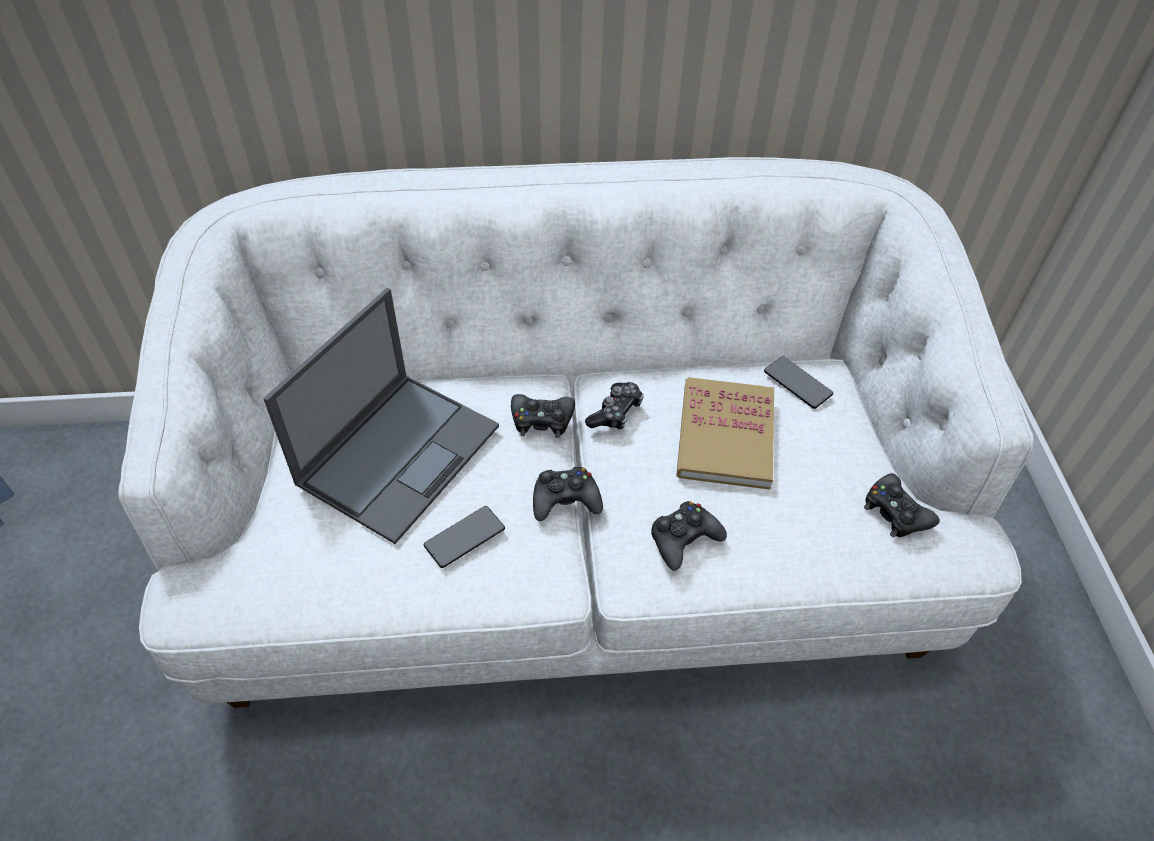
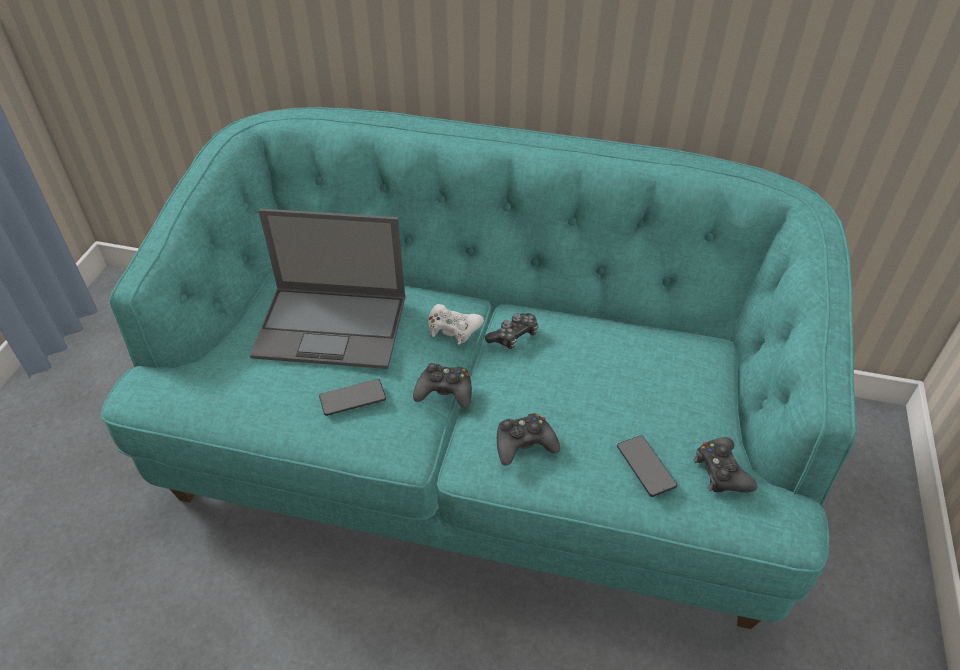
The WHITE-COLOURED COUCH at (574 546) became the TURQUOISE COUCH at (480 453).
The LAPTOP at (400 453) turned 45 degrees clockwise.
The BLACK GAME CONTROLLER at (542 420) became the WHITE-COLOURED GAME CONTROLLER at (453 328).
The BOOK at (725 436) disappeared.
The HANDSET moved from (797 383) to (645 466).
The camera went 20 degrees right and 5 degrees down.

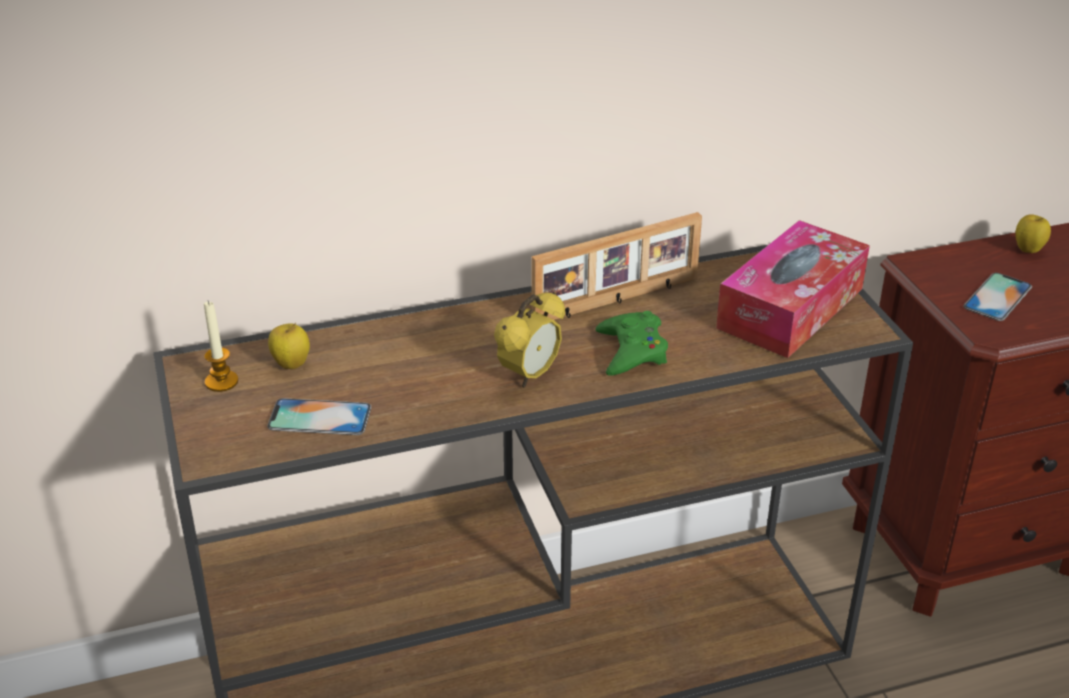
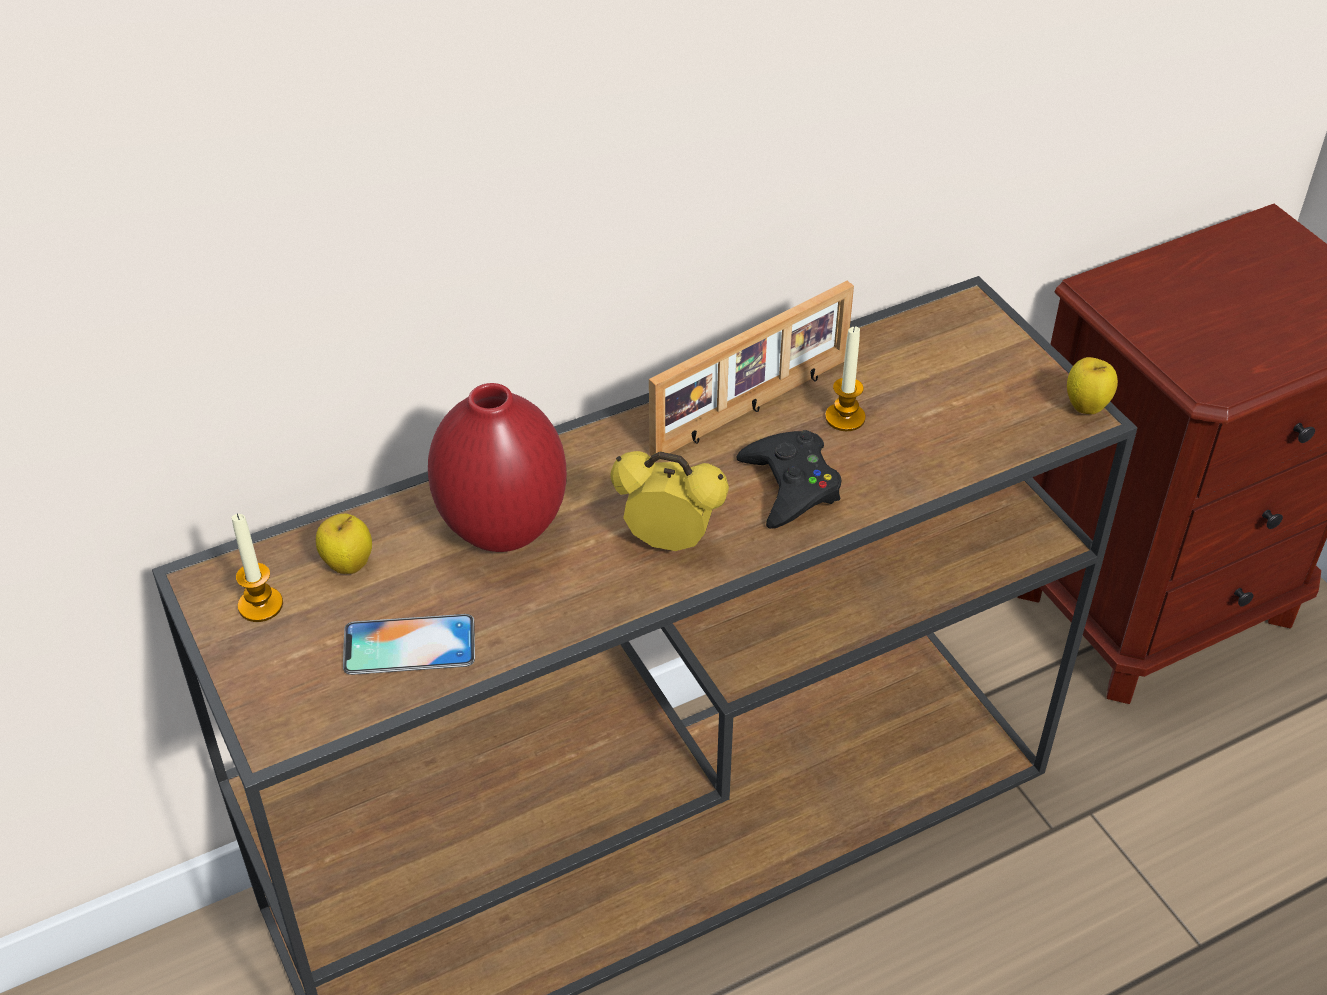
The TABLE CLOCK at (530 376) turned 105 degrees counterclockwise.
The GREEN GAME CONTROLLER at (631 351) became the BLACK GAME CONTROLLER at (790 486).
The TISSUE BOX at (790 308) disappeared.
The HANDSET at (997 297) disappeared.
The APPLE FRUIT moved from (1028 250) to (1086 407).
The RED DECORATIVE VASE at (502 532) appeared.
The WAX CANDLE at (845 418) appeared.
The camera went 10 degrees left and 10 degrees up.

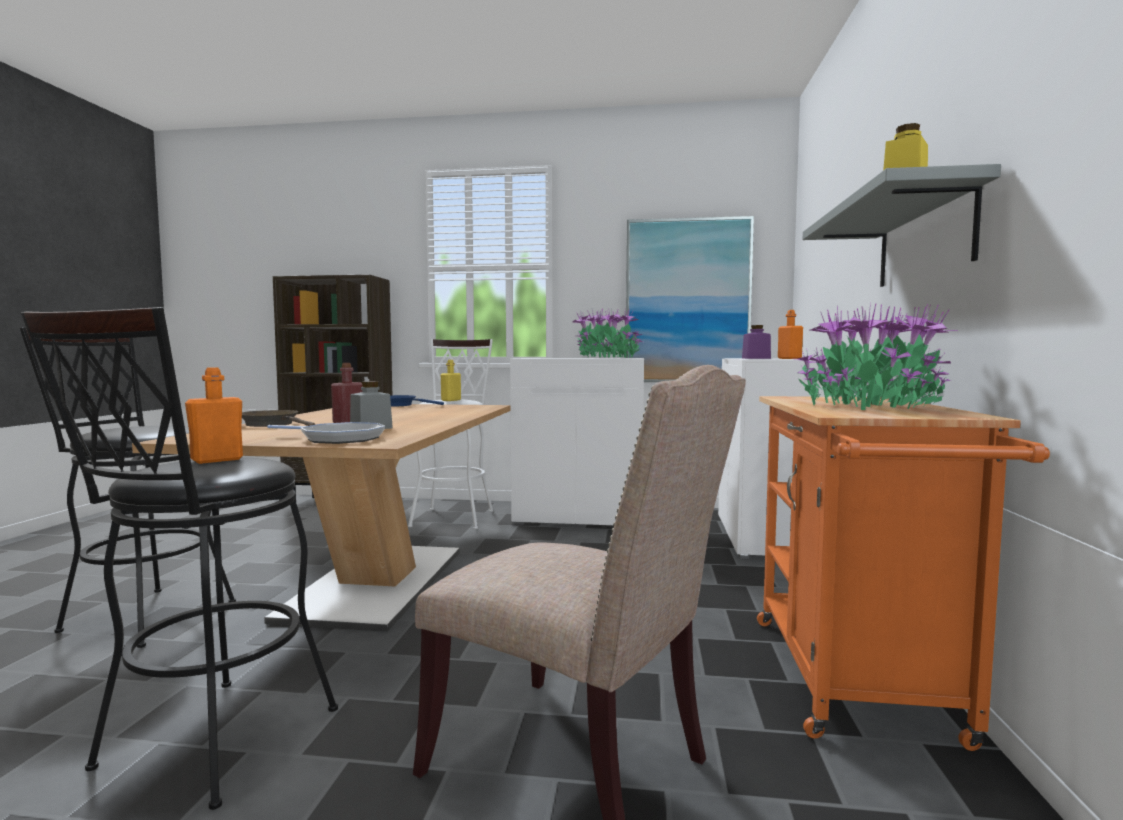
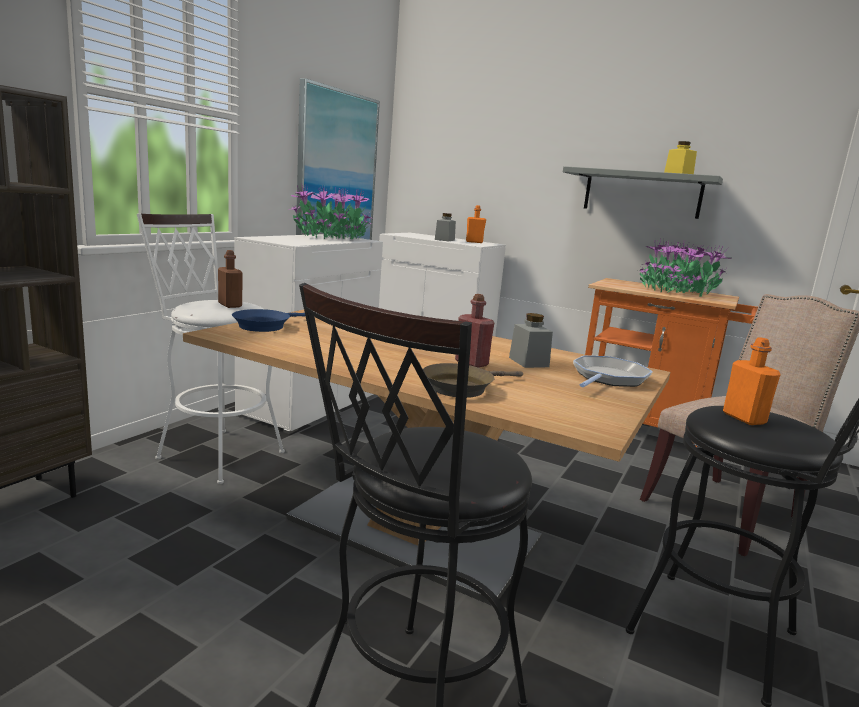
The YELLOWISH BEVERAGE BOTTLE at (451 400) became the BROWN-COLOURED BEVERAGE BOTTLE at (230 305).
The PURPLE-COLOURED JAR at (756 358) became the GREYISH JAR at (444 240).
The camera went 70 degrees left and 10 degrees up.

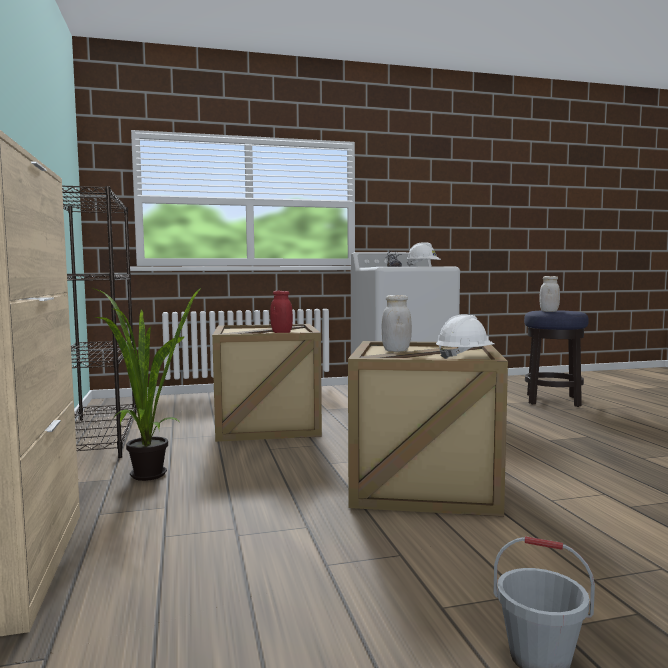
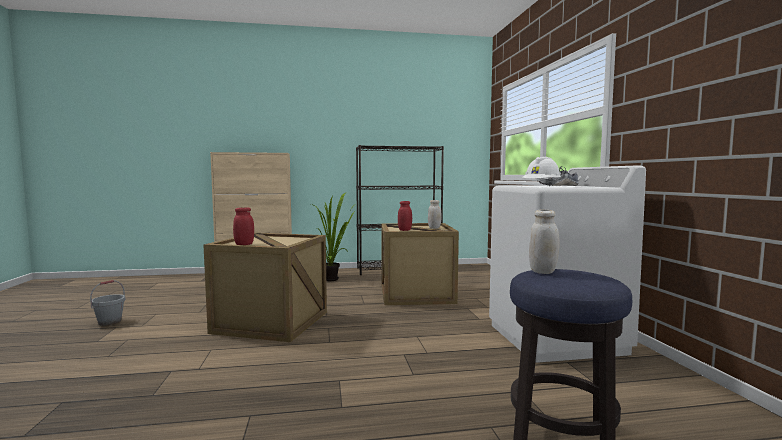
The WHITE-COLOURED JAR moved from (396 350) to (434 228).
The WHITE-COLOURED SAFETY HELMET at (464 357) was replaced by the RED JAR at (244 244).
The camera went 95 degrees right and 0 degrees up.

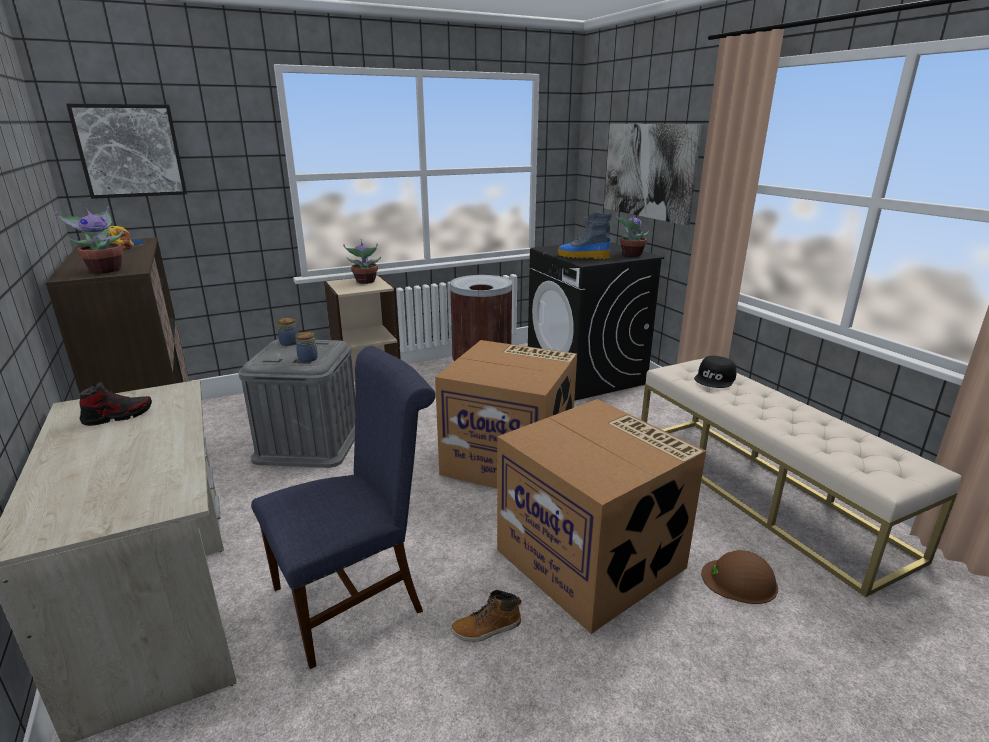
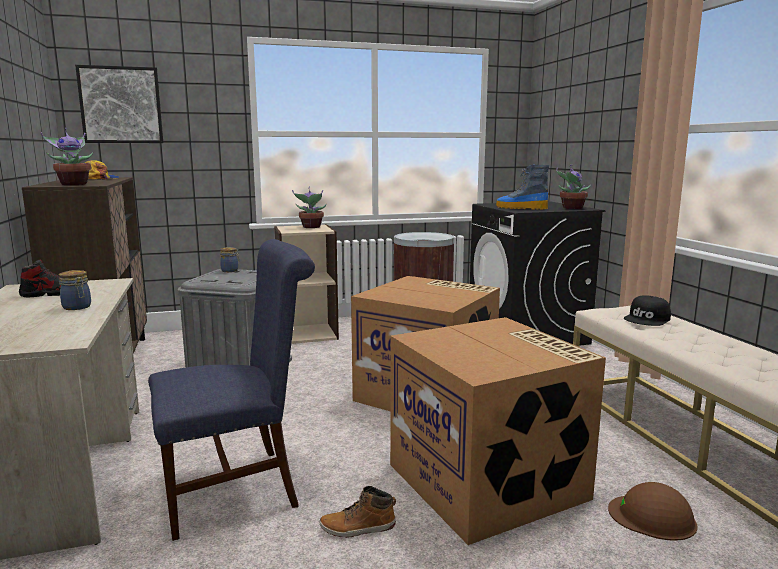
The JAR moved from (308 359) to (77 307).
The PICTURE at (648 171) disappeared.
The camera went 10 degrees right and 10 degrees down.

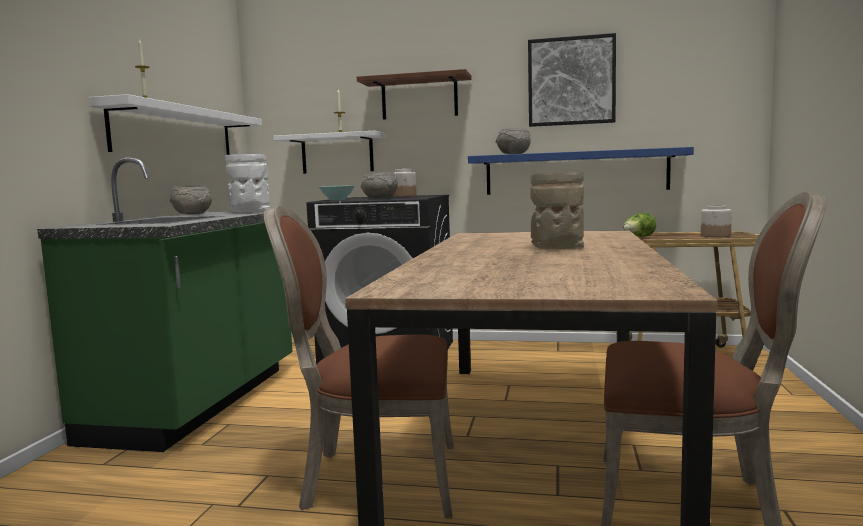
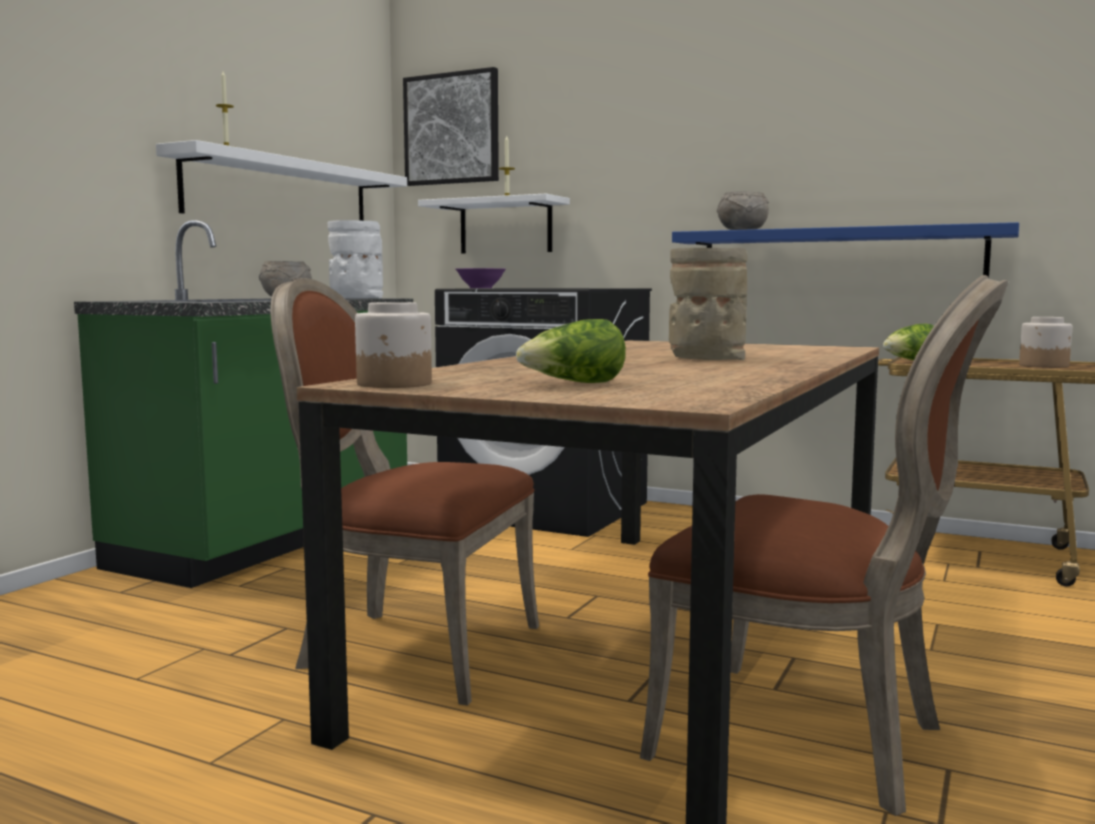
The TURQUOISE BOWL at (337 199) became the PURPLE-COLOURED BOWL at (480 288).
The BROWN-COLOURED BRACKET SHELF at (419 98) disappeared.
The GREYISH BOWL at (380 198) disappeared.
The JAR moved from (404 196) to (395 384).
The PICTURE moved from (571 81) to (452 129).
The LETTUCE HEAD at (574 384) appeared.
The camera went 15 degrees right and 0 degrees up.

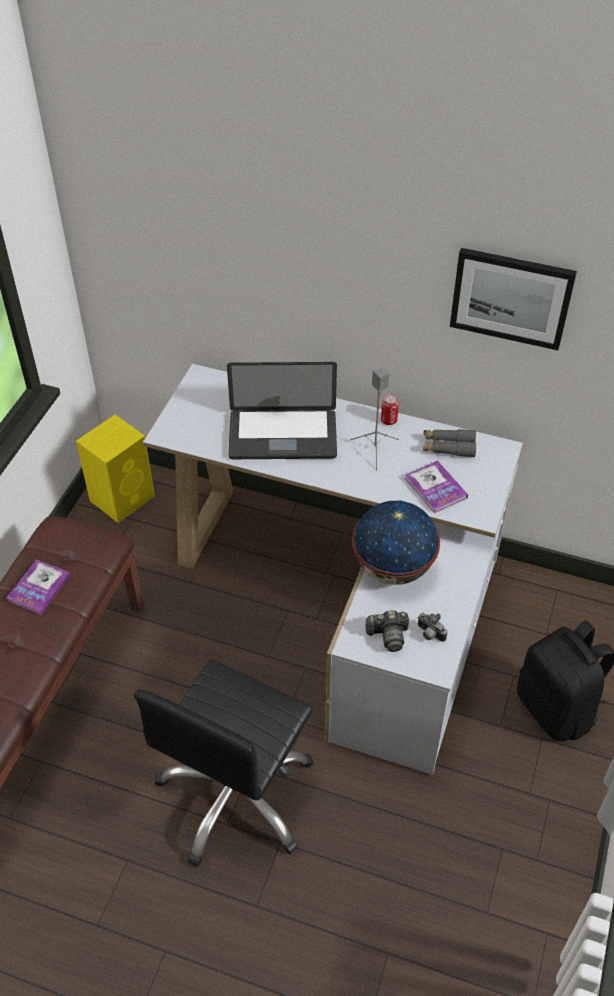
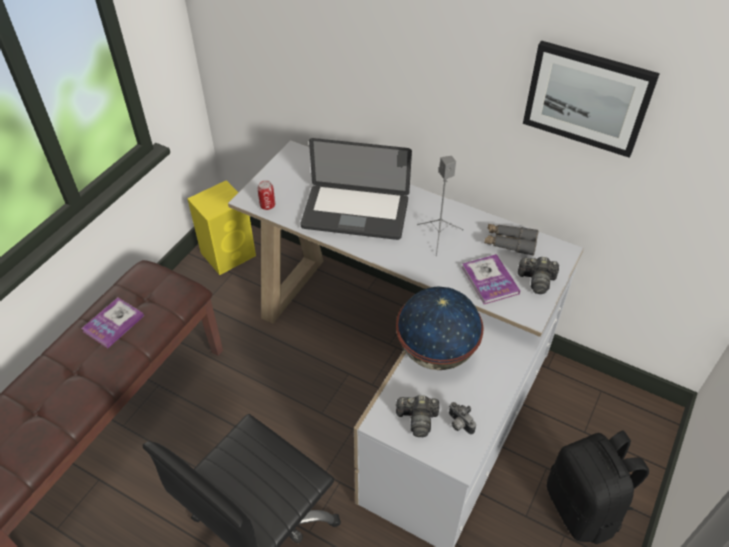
The SEALED CAN moved from (388 420) to (267 205).
The STILL CAMERA at (536 281) appeared.
The camera went 10 degrees right and 0 degrees up.

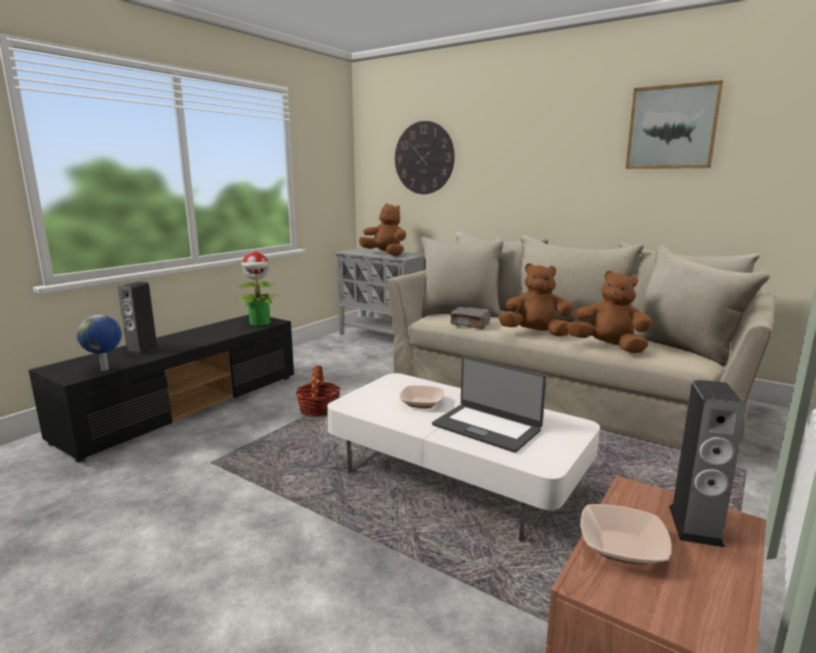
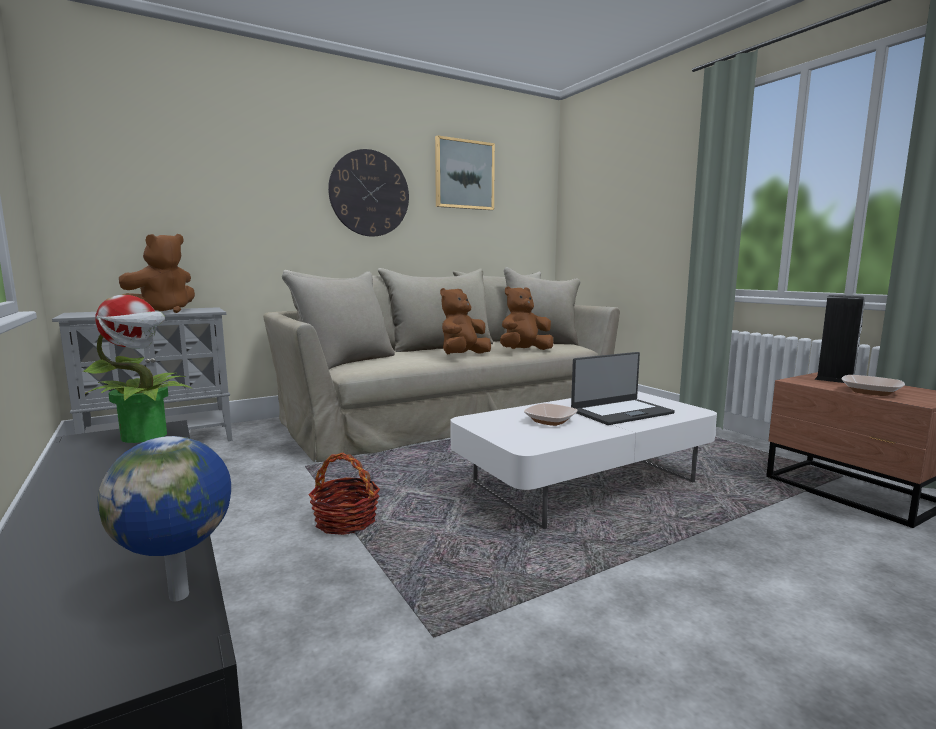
The SPEAKER at (142 350) disappeared.
The BROWN-COLOURED PLUSH TOY at (385 254) turned 150 degrees clockwise.
The WALL CLOCK moved from (424 158) to (369 193).
The GREYISH BOOK at (470 324) disappeared.
The camera went 65 degrees left and 5 degrees down.

